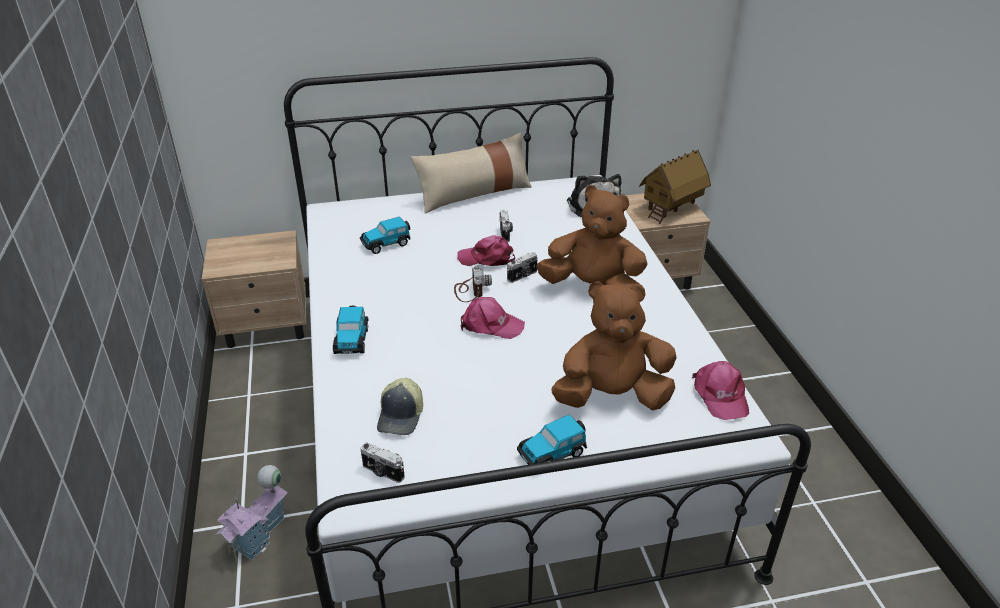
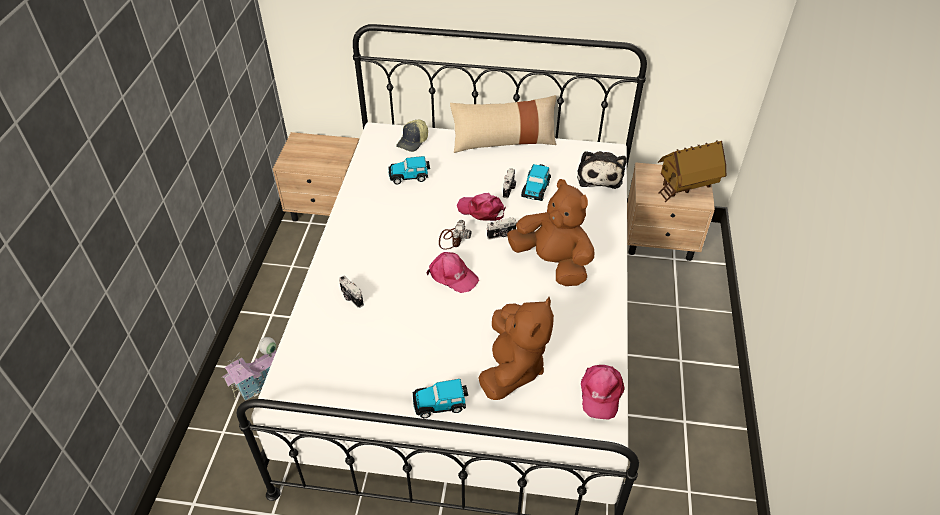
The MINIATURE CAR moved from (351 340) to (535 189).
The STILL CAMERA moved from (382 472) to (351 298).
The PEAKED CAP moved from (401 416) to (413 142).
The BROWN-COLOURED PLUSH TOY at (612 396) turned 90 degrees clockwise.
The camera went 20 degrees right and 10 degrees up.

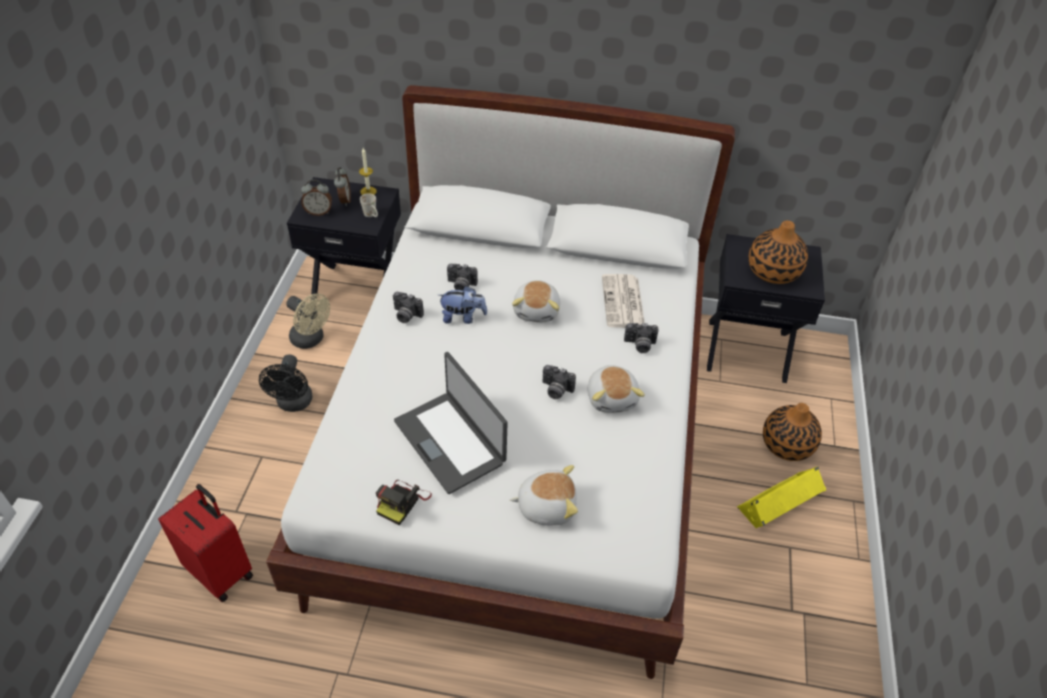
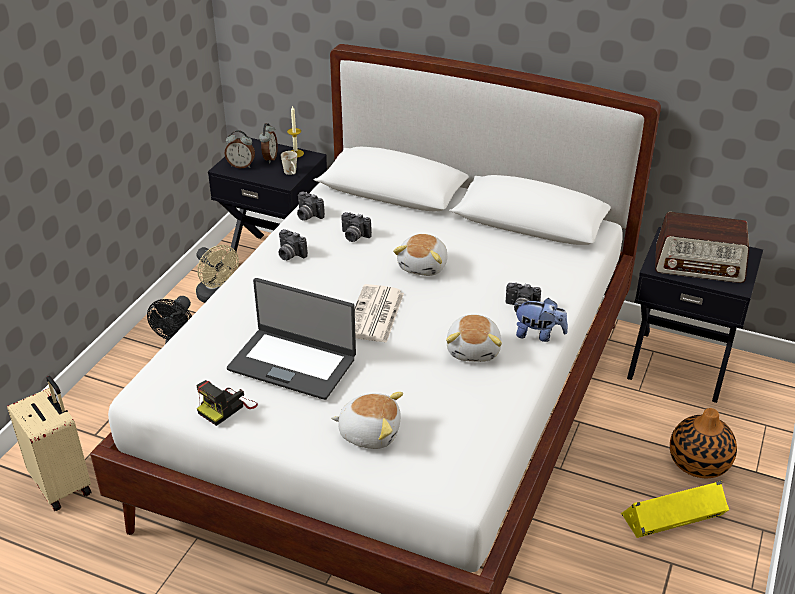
The RED TRAVEL CASE at (221 571) became the BEIGE-COLOURED TRAVEL CASE at (63 484).
The LAPTOP at (450 441) turned 45 degrees counterclockwise.
The PLUSH TOY moved from (463 317) to (538 335).
The STILL CAMERA moved from (555 390) to (307 216).
The DAILY PAPER moved from (623 302) to (375 315).
The DECORATIVE VASE at (773 271) was replaced by the RADIO at (699 265).
The camera went 15 degrees right and 10 degrees down.

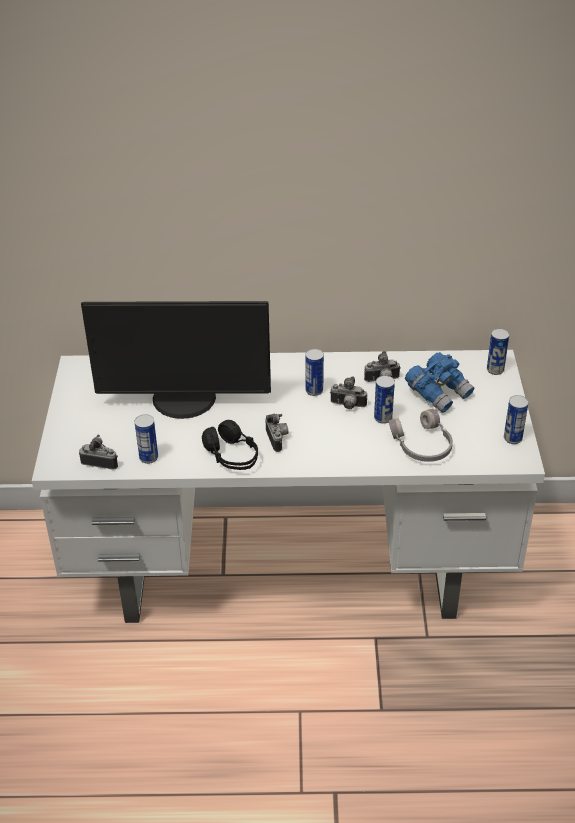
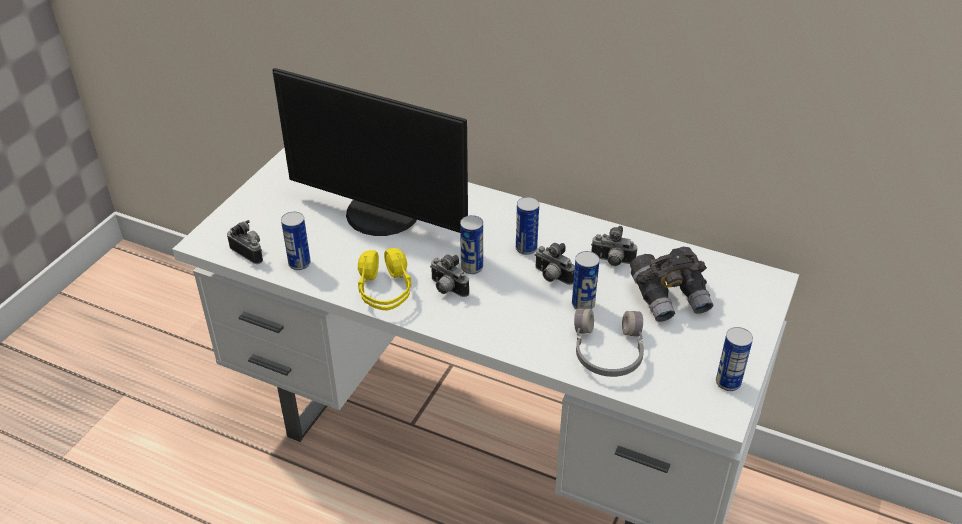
The BLACK PAIR OF HEADPHONES at (232 456) became the YELLOWISH PAIR OF HEADPHONES at (385 291).
The STILL CAMERA at (277 439) turned 120 degrees clockwise.
The BLUE-COLOURED FIELD GLASSES at (438 393) became the GREYISH FIELD GLASSES at (670 297).
The SEALED CAN moved from (495 370) to (472 267).
The camera went 25 degrees right and 0 degrees up.

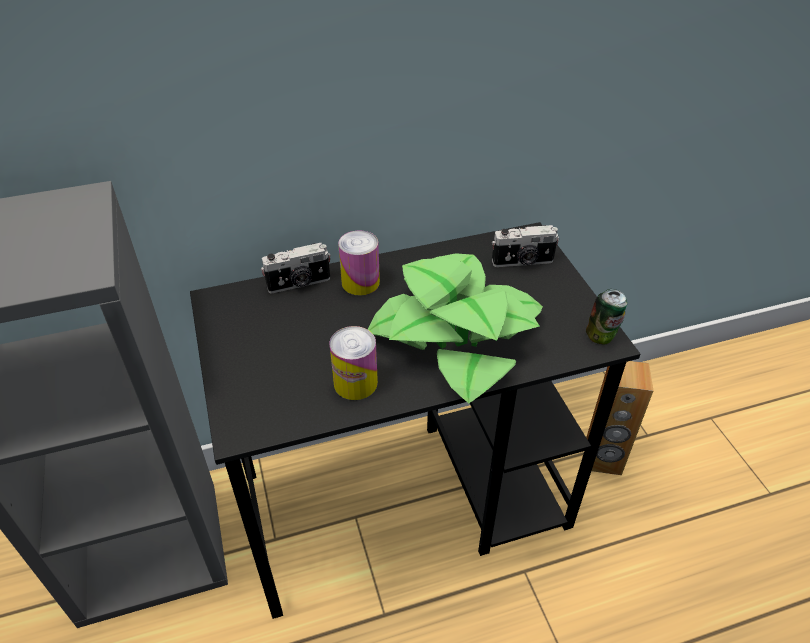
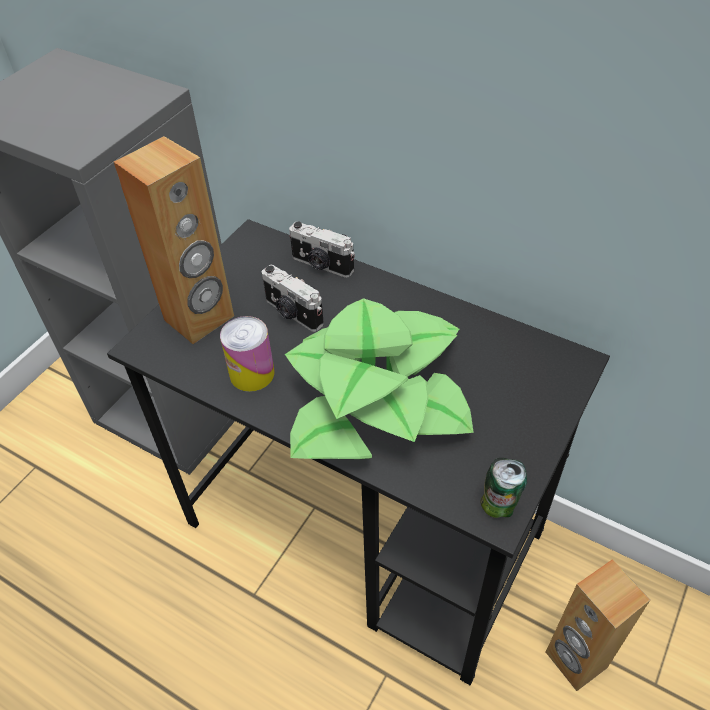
The SEALED CAN at (360 282) disappeared.
The STILL CAMERA moved from (523 262) to (292 313).
The BROWN-COLOURED SPEAKER at (199 318) appeared.
The camera went 50 degrees right and 5 degrees up.

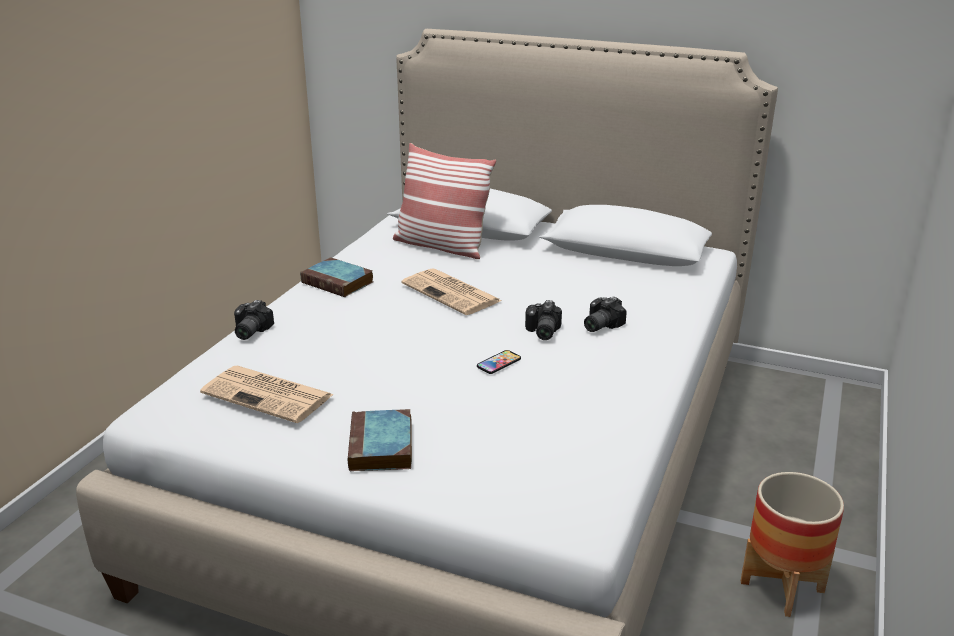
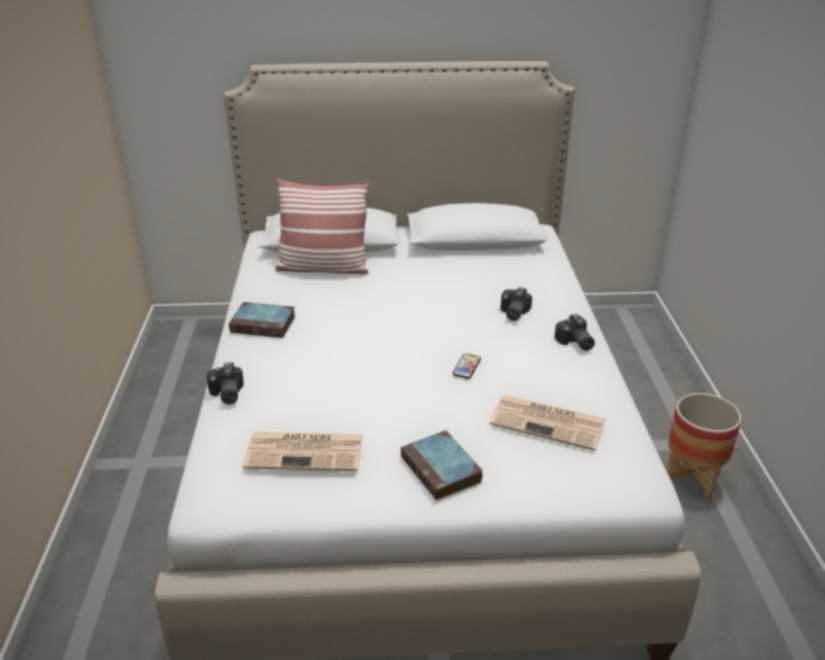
The DAILY PAPER moved from (452 293) to (549 423).
The STILL CAMERA moved from (541 332) to (574 343).
The camera went 25 degrees left and 5 degrees up.

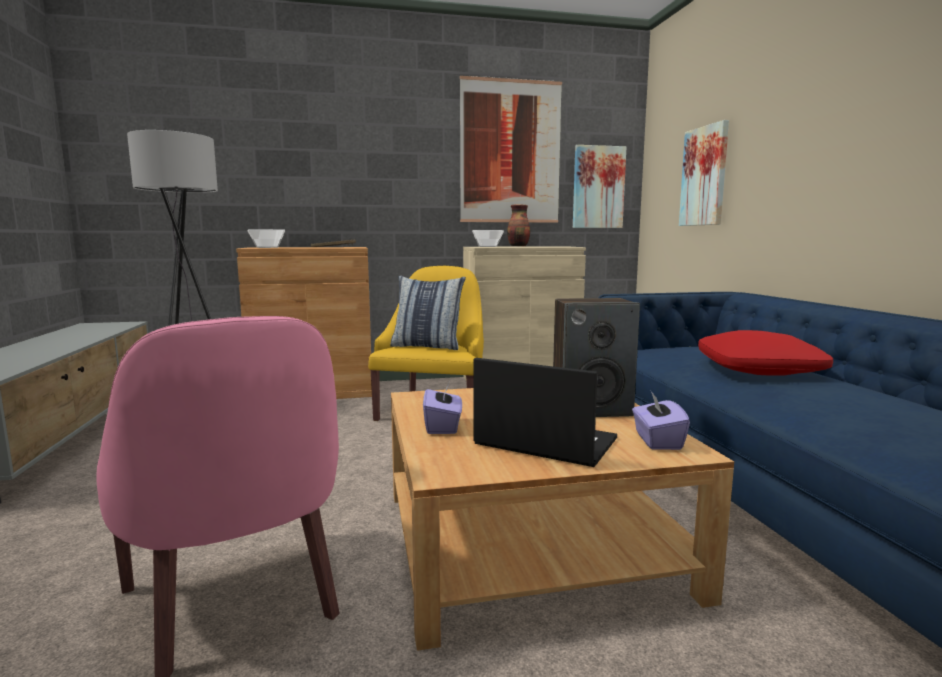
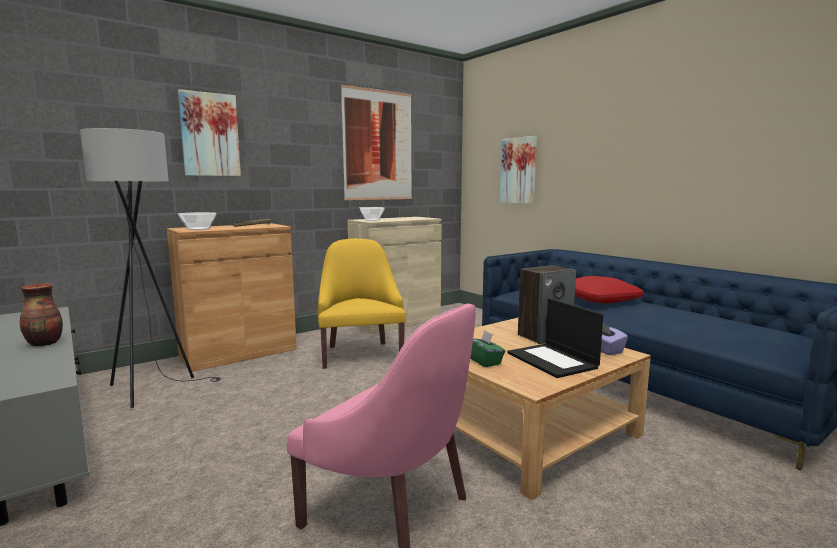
The THROW PILLOW at (427 346) disappeared.
The PURPLE-COLOURED TISSUE BOX at (443 426) became the GREEN TISSUE BOX at (484 361).
The LAPTOP at (543 442) turned 120 degrees counterclockwise.
The DECORATIVE VASE moved from (518 246) to (44 343).
The PICTURE moved from (598 187) to (210 135).
The camera went 25 degrees left and 0 degrees up.

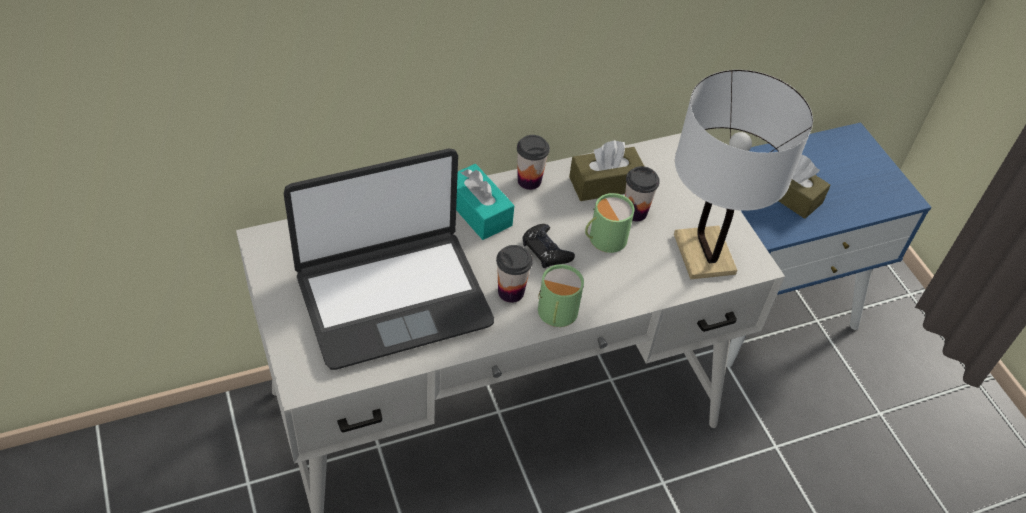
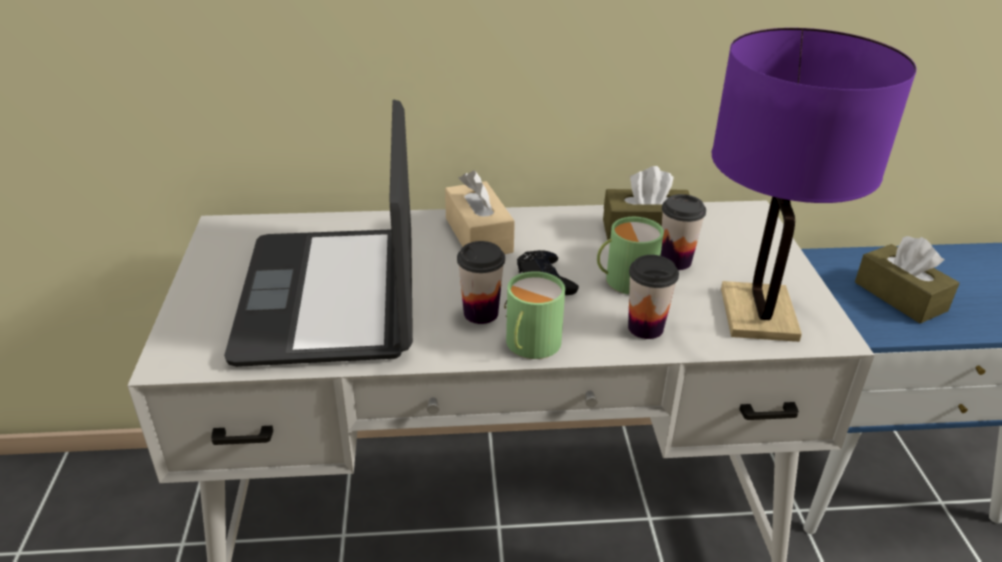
The LAPTOP at (393 298) turned 90 degrees clockwise.
The TURQUOISE TISSUE BOX at (478 211) became the BEIGE-COLOURED TISSUE BOX at (478 235).
The SMALL CUP moved from (529 181) to (645 328).
The WHITE-COLOURED TABLETOP LAMP at (704 254) became the PURPLE-COLOURED TABLETOP LAMP at (758 313).
The camera went 20 degrees right and 15 degrees down.

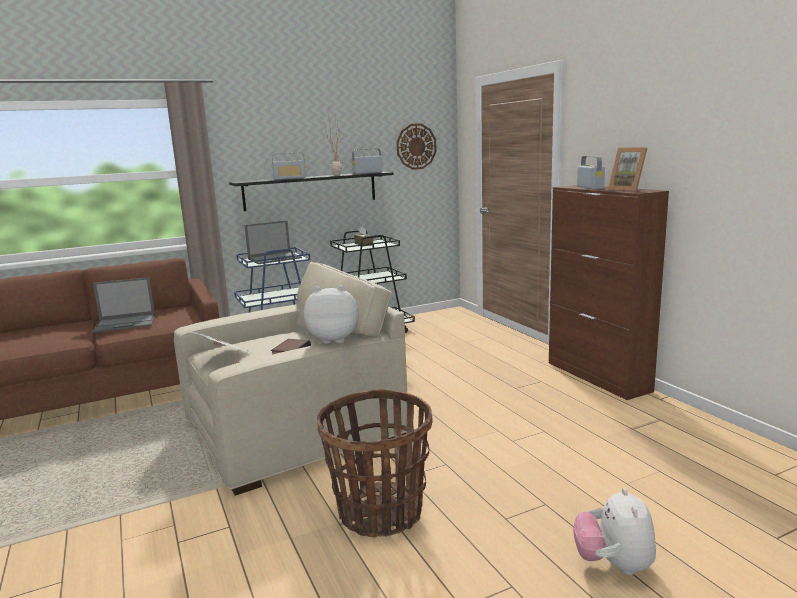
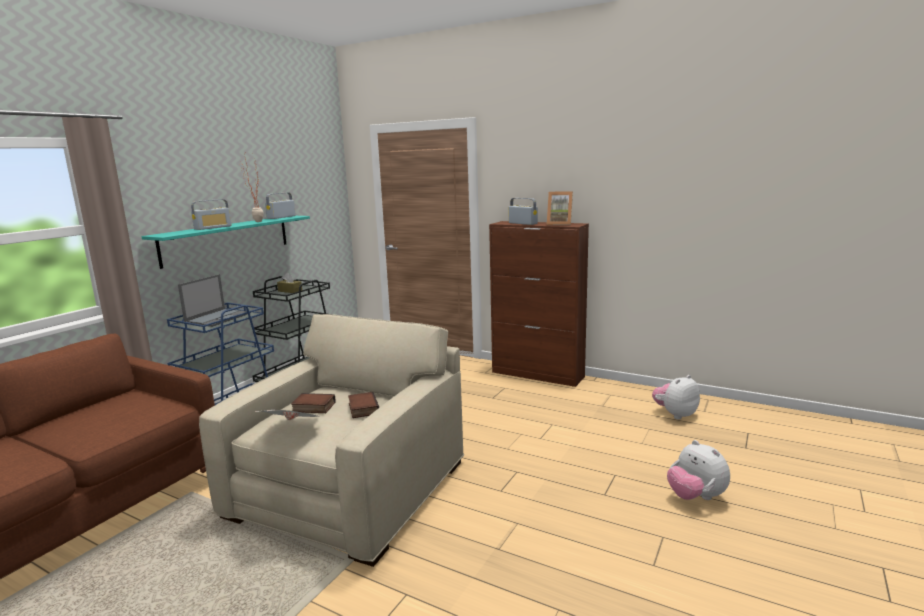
The LAPTOP at (126 323) disappeared.
The BLACK BRACKET SHELF at (311 190) became the TURQUOISE BRACKET SHELF at (227 239).
The PLUSH TOY moved from (334 339) to (675 414).
The STORAGE BASKET at (380 513) disappeared.
The WALL CLOCK at (416 146) disappeared.
The BOOK at (313 407) appeared.
The camera went 35 degrees left and 0 degrees up.

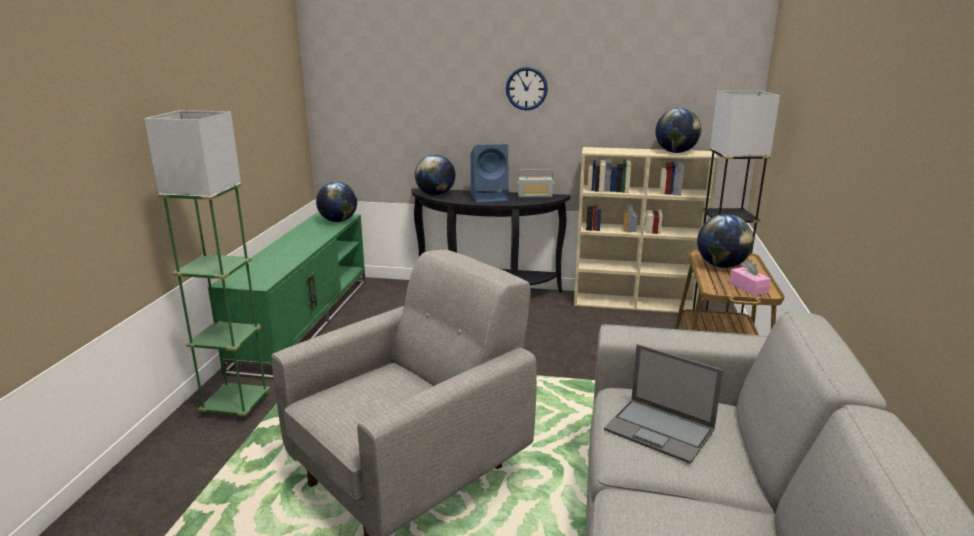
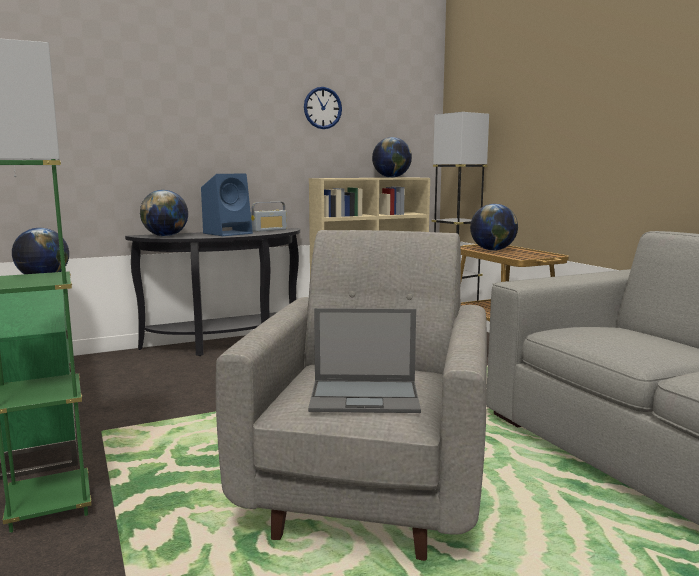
The WALL CLOCK moved from (526 88) to (322 108).
The LAPTOP moved from (660 430) to (366 396).
The PINK TISSUE BOX at (748 287) disappeared.
The camera went 35 degrees left and 10 degrees down.

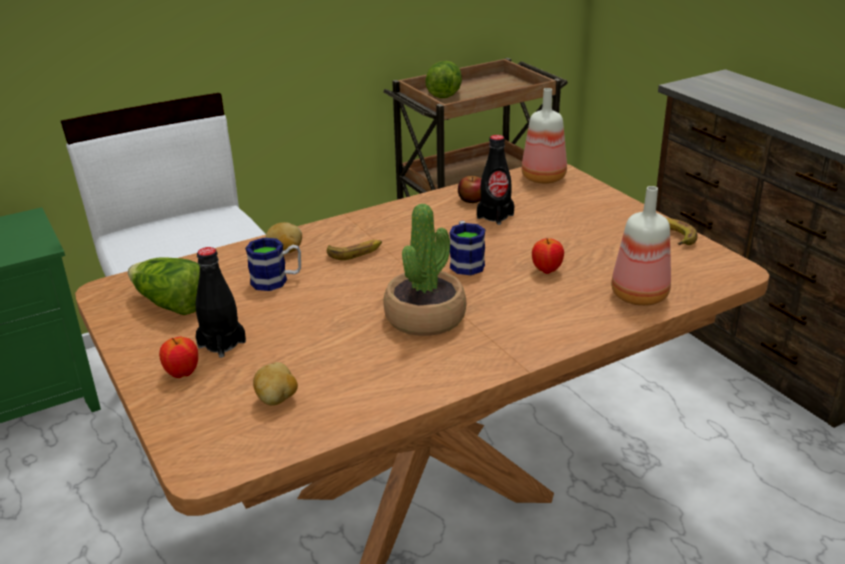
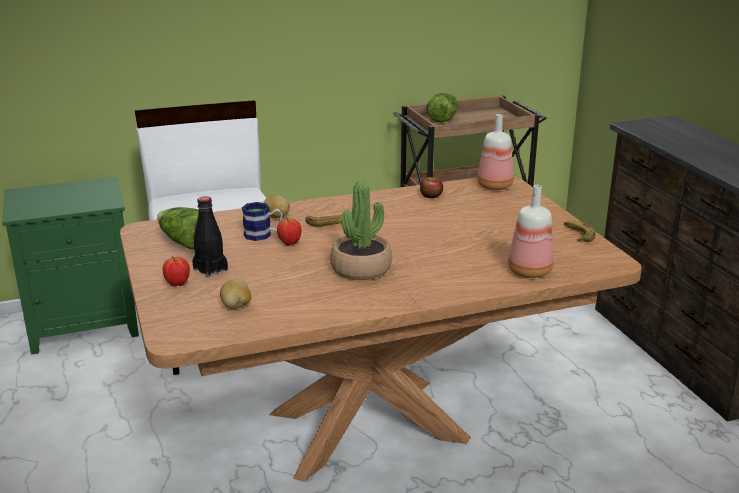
The TEA MUG at (465 262) disappeared.
The BLACK BEVERAGE BOTTLE at (495 216) disappeared.
The APPLE FRUIT moved from (546 270) to (289 243).
The camera went 10 degrees right and 5 degrees down.

